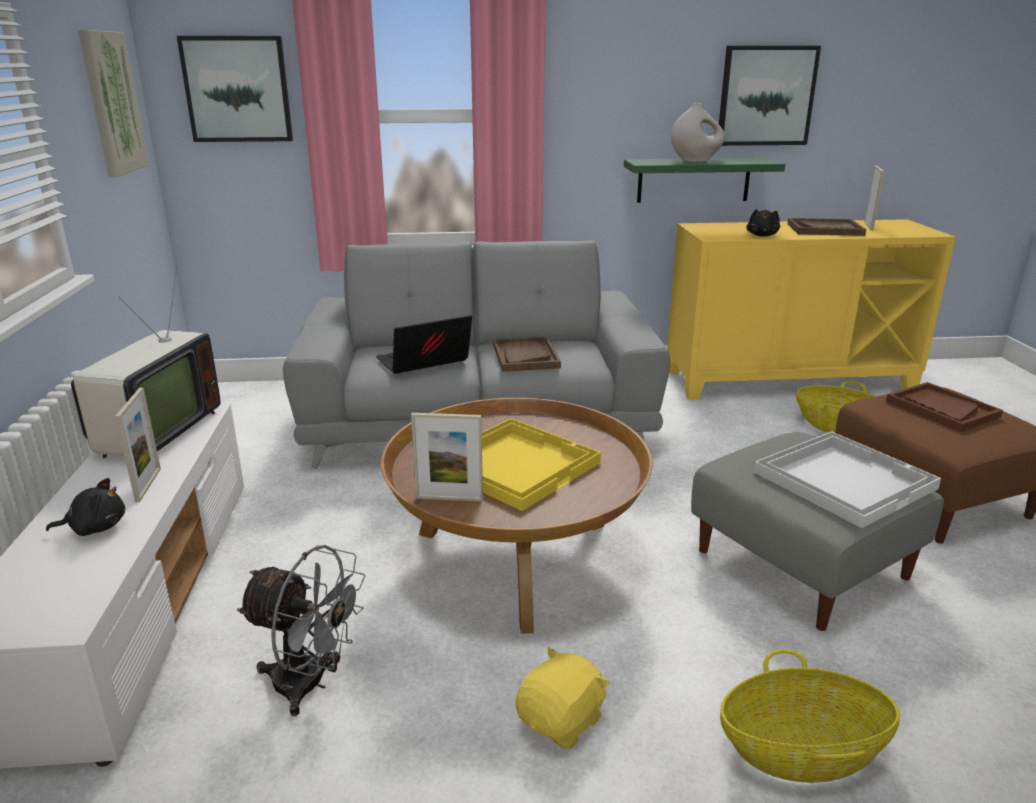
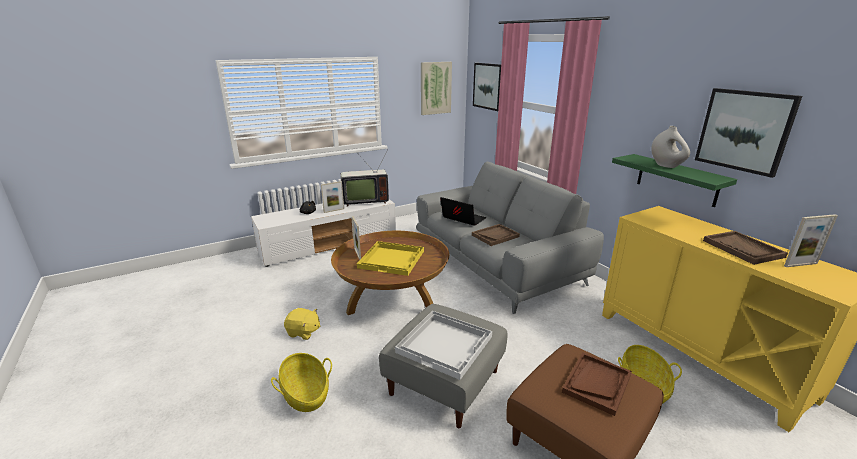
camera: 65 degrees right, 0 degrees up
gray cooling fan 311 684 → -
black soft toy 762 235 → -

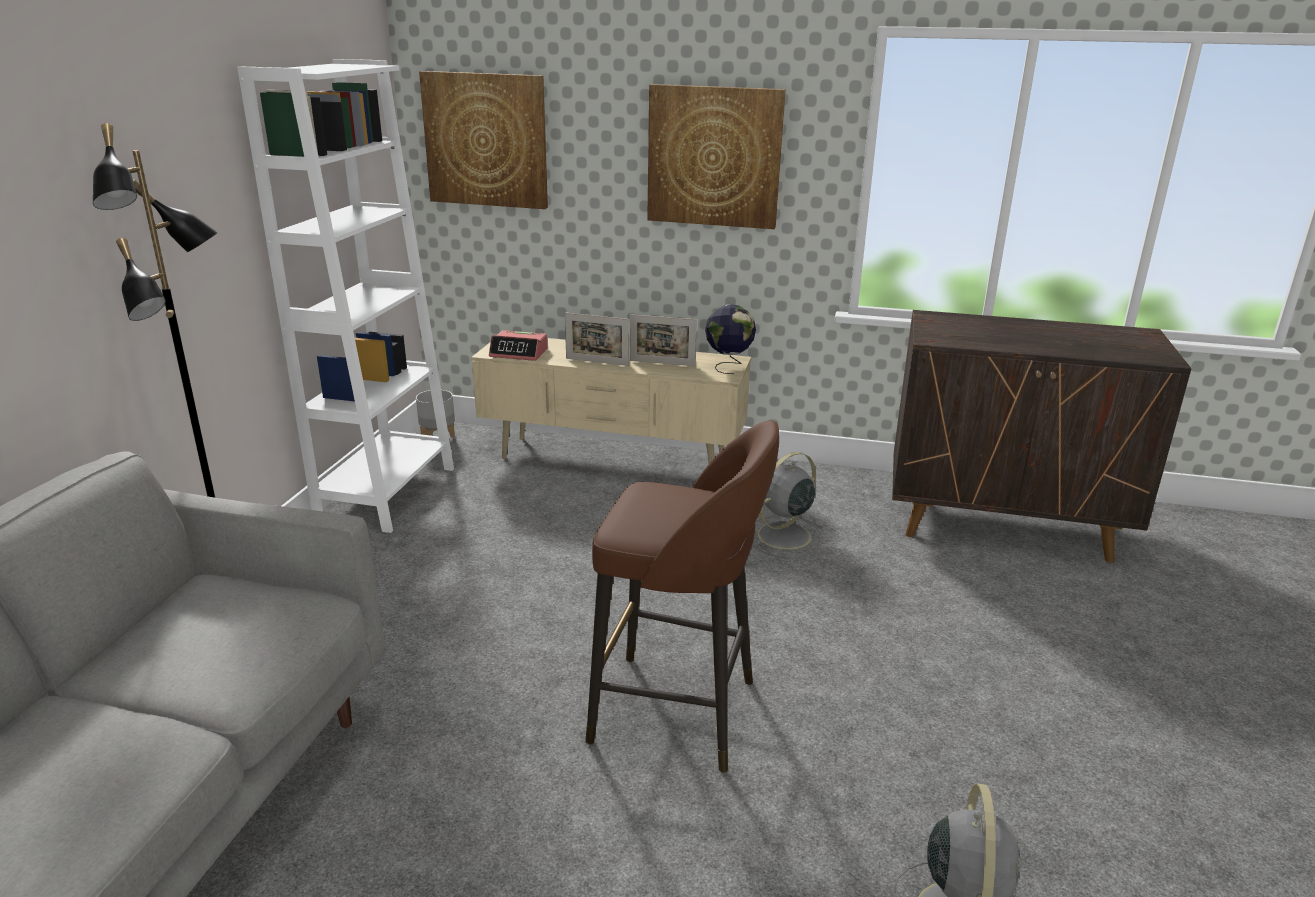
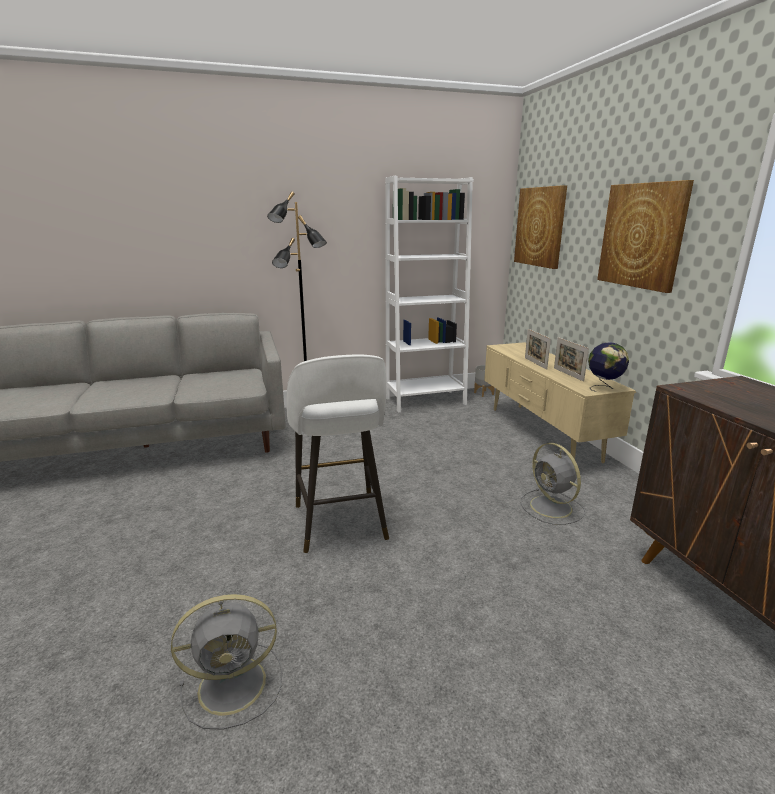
camera: 60 degrees right, 5 degrees down
table clock 519 353 → -
brown stool seat 678 712 → white stool seat 340 524
gray cooling fan 782 536 → gray cooling fan 552 508, 135 degrees counterclockwise

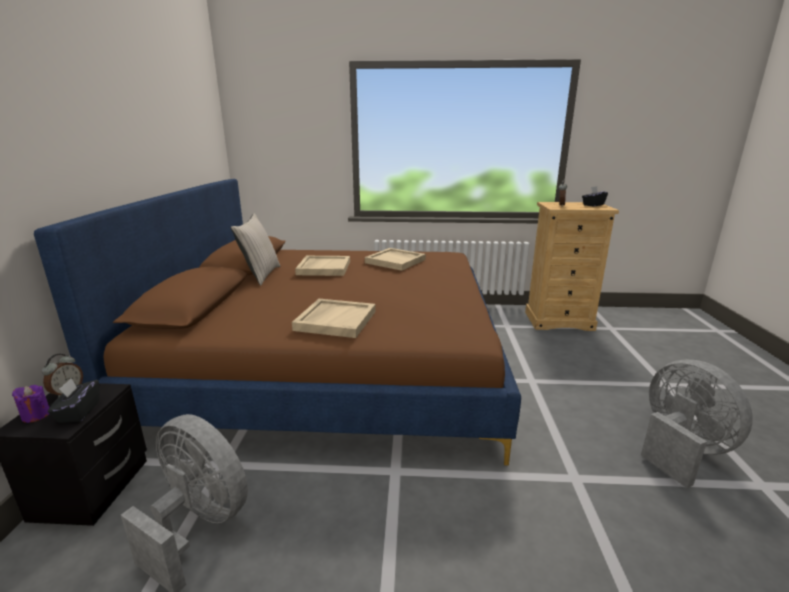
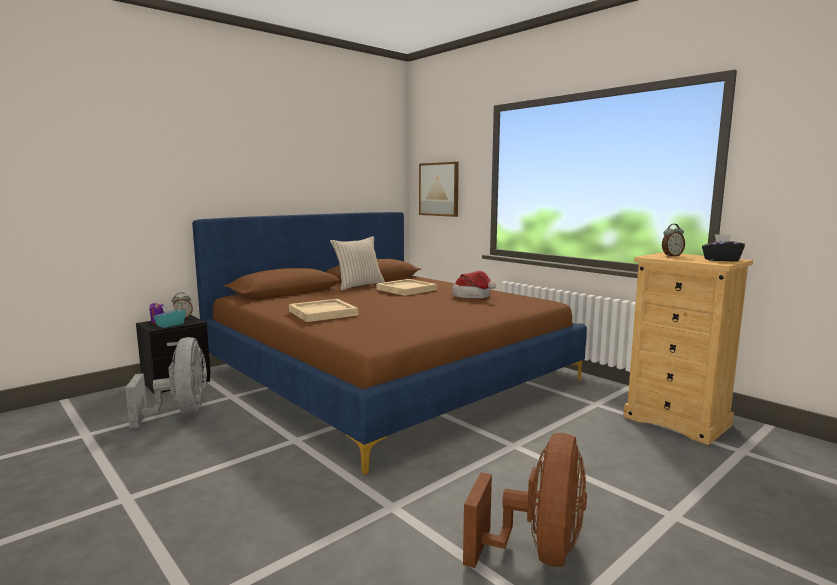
camera: 45 degrees right, 10 degrees down
- → picture 439 189
beige tray 396 261 → clothing hat 473 296
black box of tissues 79 412 → turquoise-coloured box of tissues 170 325
gray cooling fan 680 449 → brown cooling fan 538 552

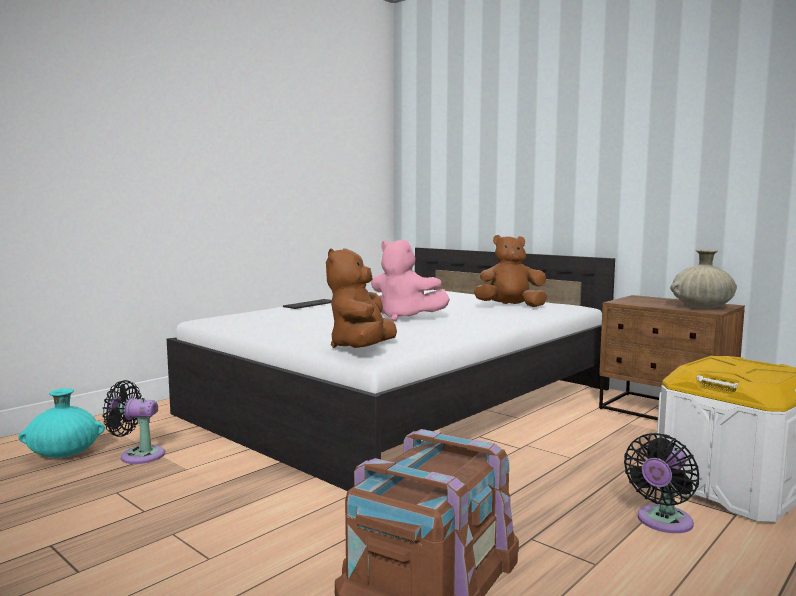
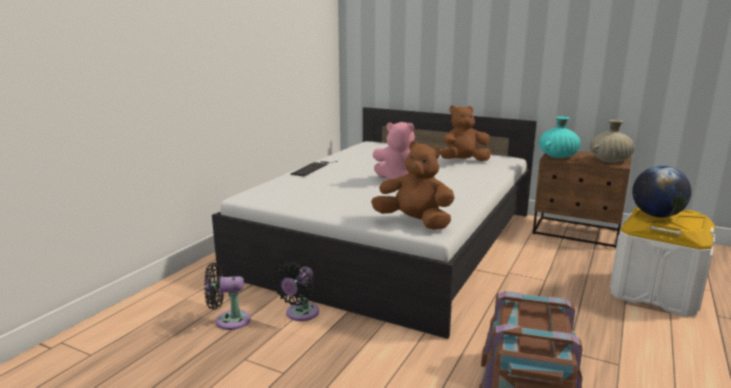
camera: 15 degrees left, 10 degrees up
- → world globe 656 215
turquoise-coloured decorative vase 64 454 → turquoise-coloured decorative vase 557 156, moved
black cooling fan 662 522 → black cooling fan 300 314, moved
brown soft toy 362 349 → brown soft toy 415 222, 120 degrees clockwise

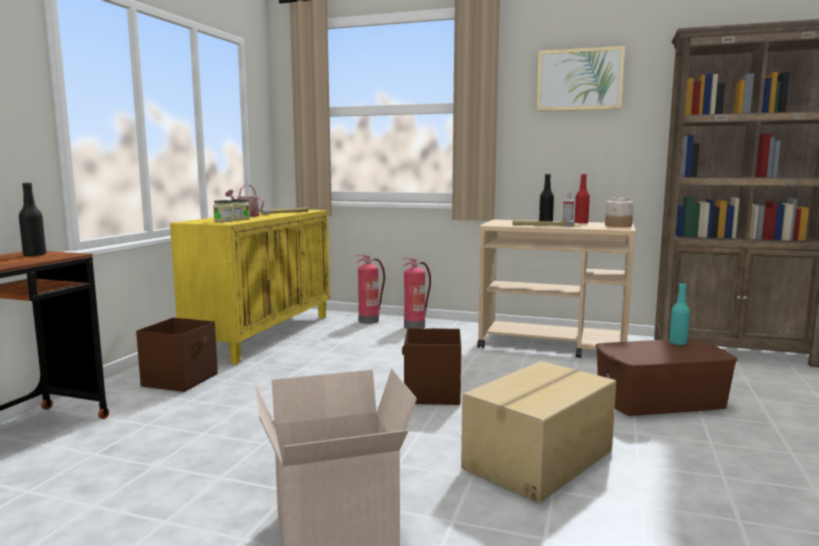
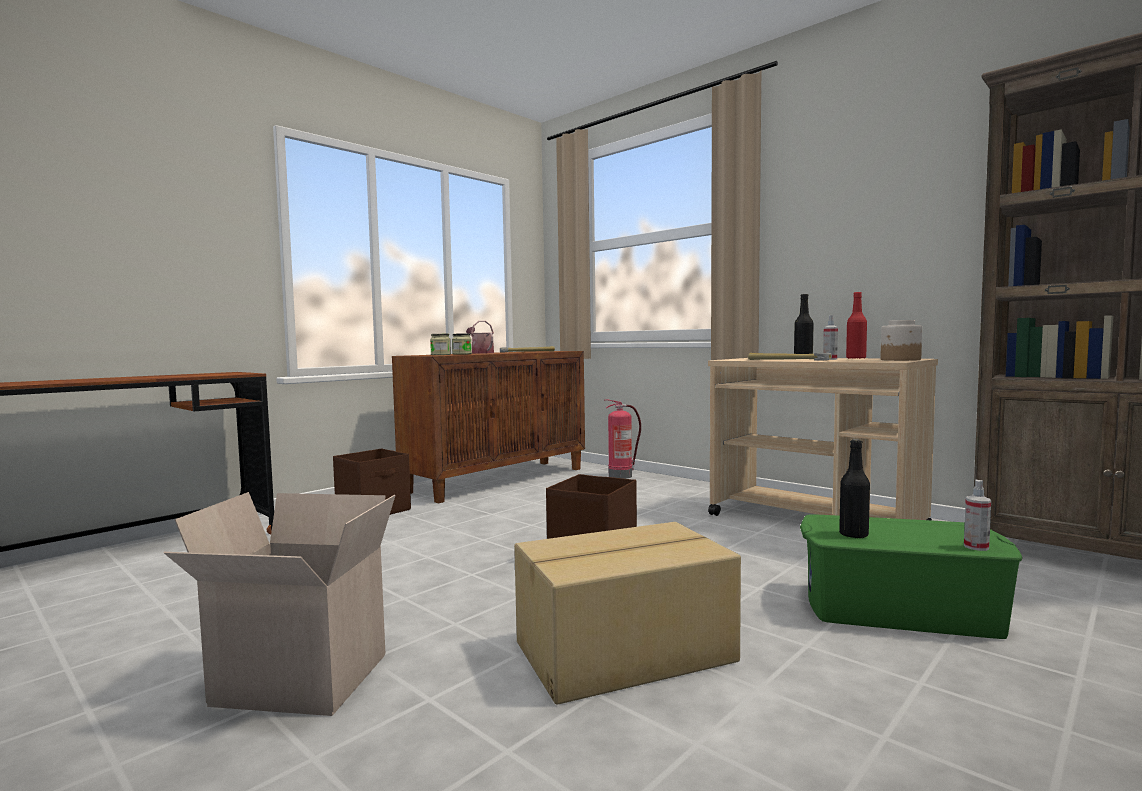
camera: 25 degrees right, 5 degrees down
fire extinguisher 415 326 → -
picture 579 80 → -
turquoise-coloured drink bottle 678 343 → -
- → hand sprayer 976 547
black drink bottle 34 255 → black drink bottle 853 535, moved
yellowish cabinet 263 335 → brown cabinet 498 480
brown storage box 660 400 → greenish storage box 900 610

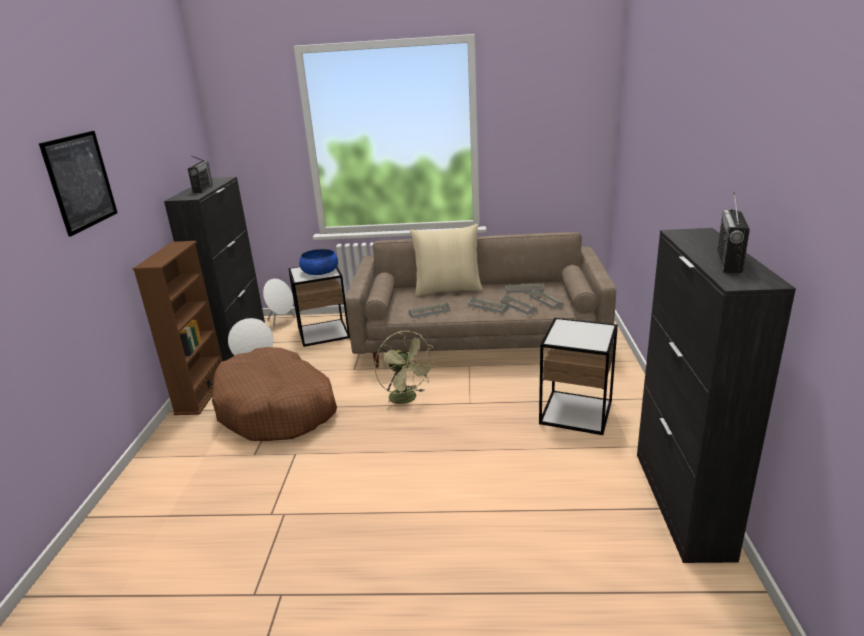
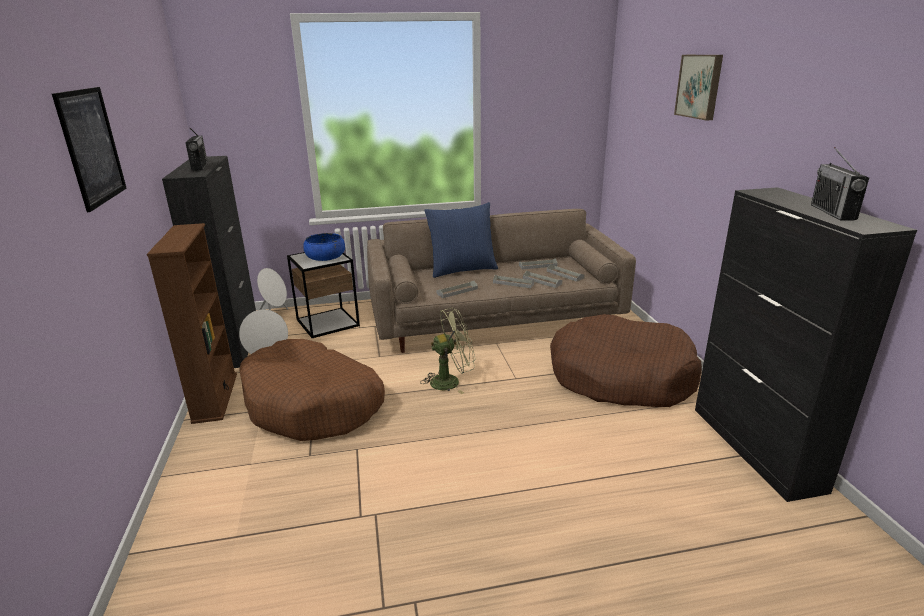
camera: 15 degrees left, 0 degrees up
- → picture 700 86
accent table 576 412 → brown dog cushion 620 377
beige pillow 448 290 → blue-coloured pillow 462 270
greenish cooling fan 407 399 → greenish cooling fan 451 381, 60 degrees counterclockwise

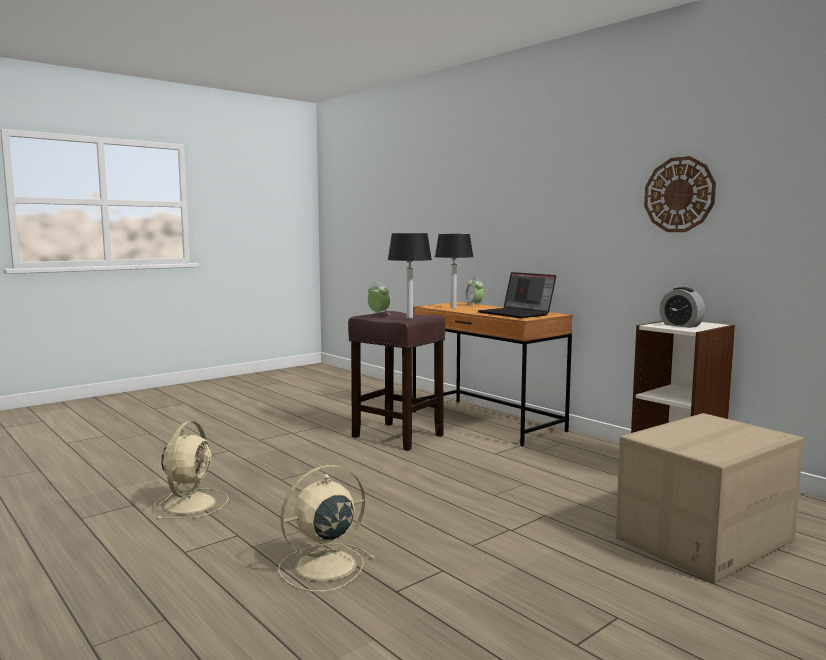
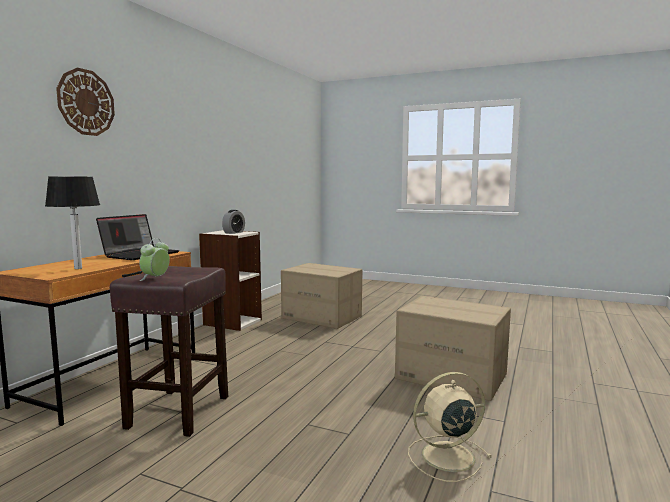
camera: 115 degrees left, 0 degrees up
table lamp 409 318 → -
table clock 474 305 → -
clock on the wall 679 194 → clock on the wall 86 102, moved
beige cooling fan 323 566 → packing box 452 376

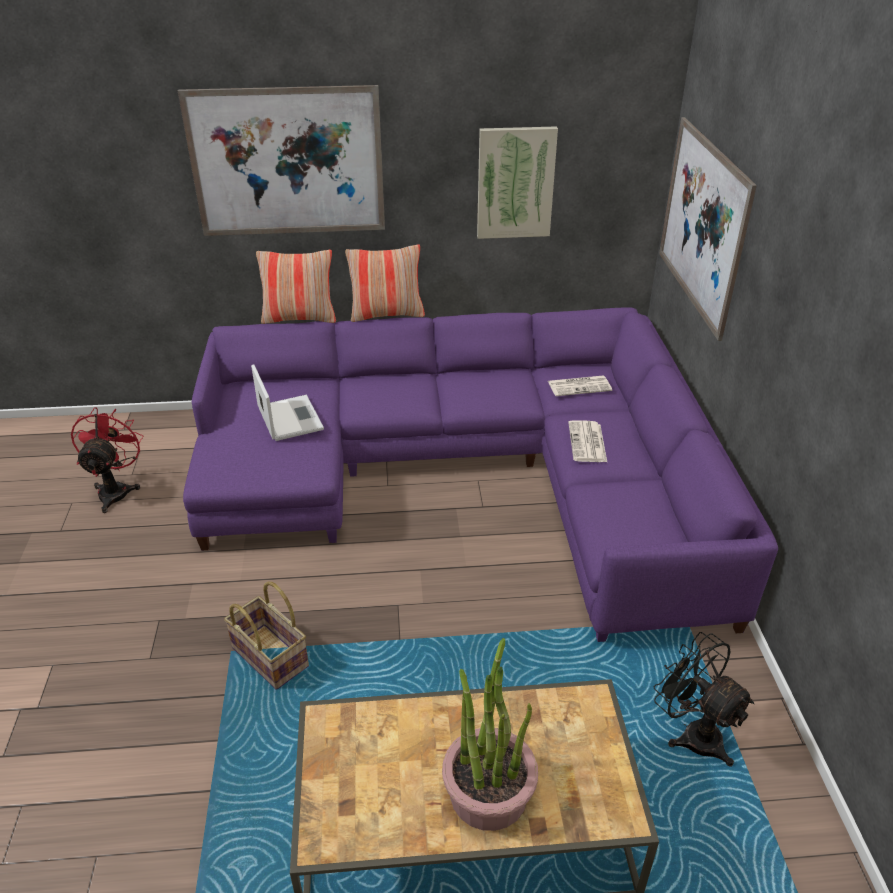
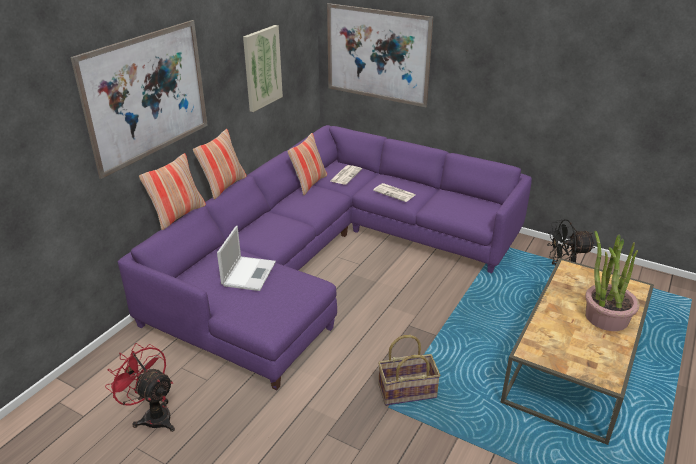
camera: 55 degrees left, 5 degrees down
- → pillow 309 183
portable computer 289 418 → portable computer 249 273, 90 degrees clockwise

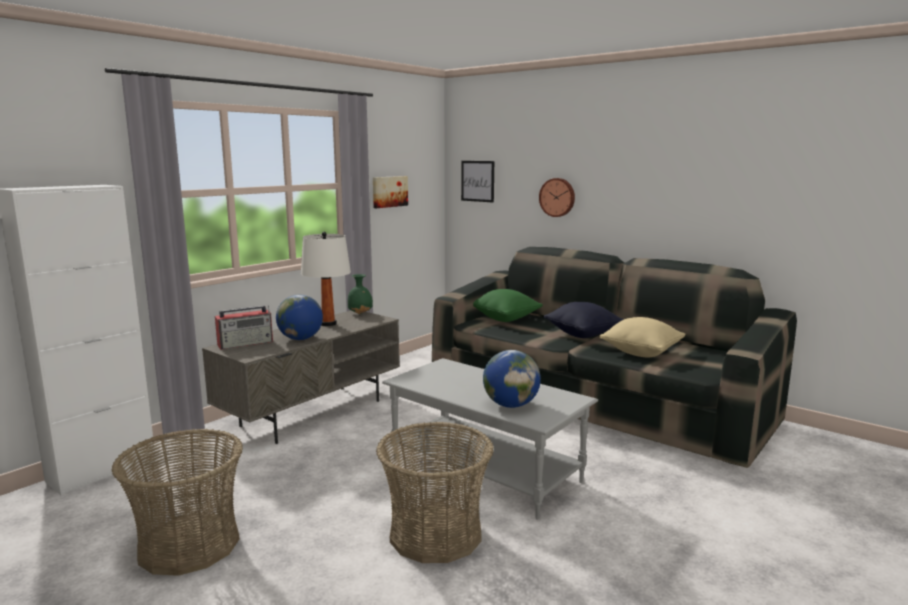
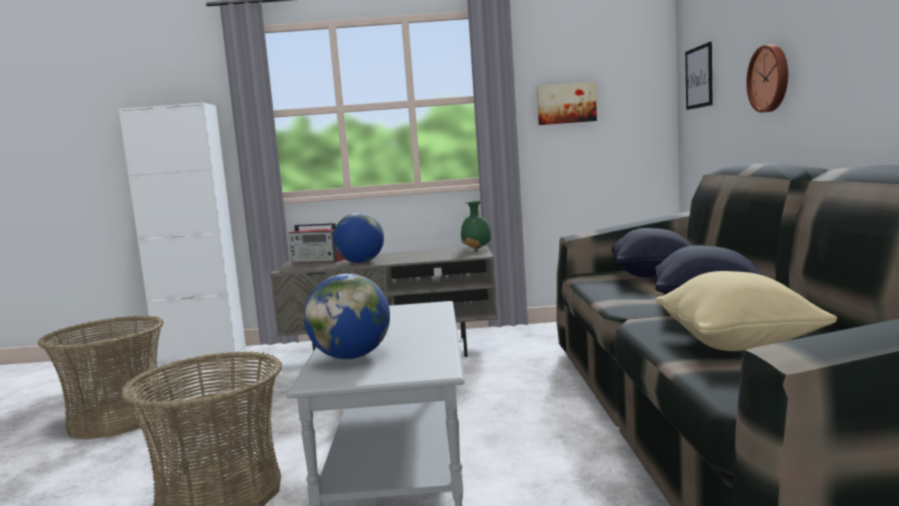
camera: 50 degrees right, 5 degrees down
white table lamp 328 324 → -
greenish pillow 505 319 → black pillow 654 275

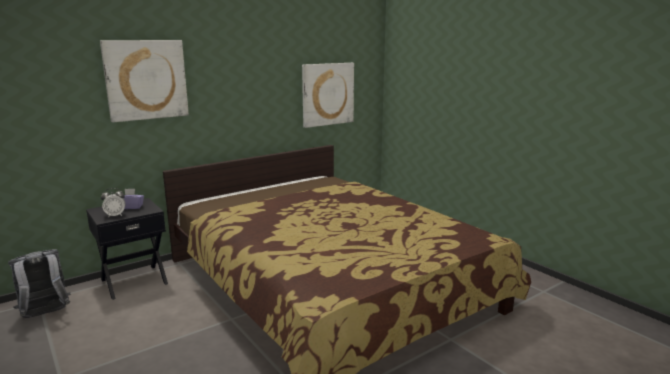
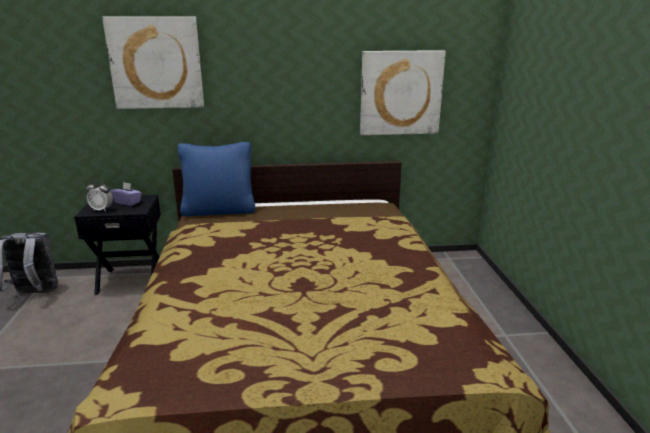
camera: 30 degrees right, 5 degrees up
- → blue-coloured pillow 219 211

